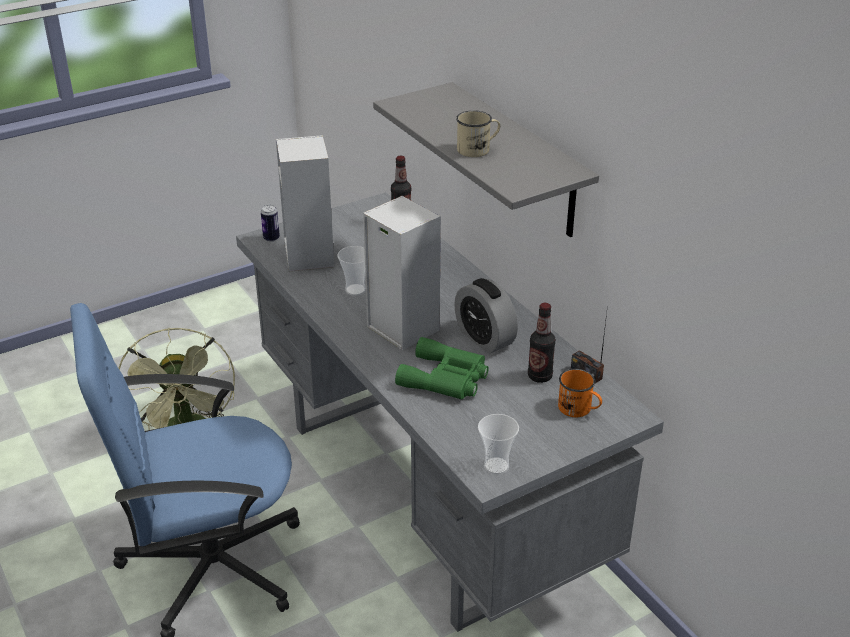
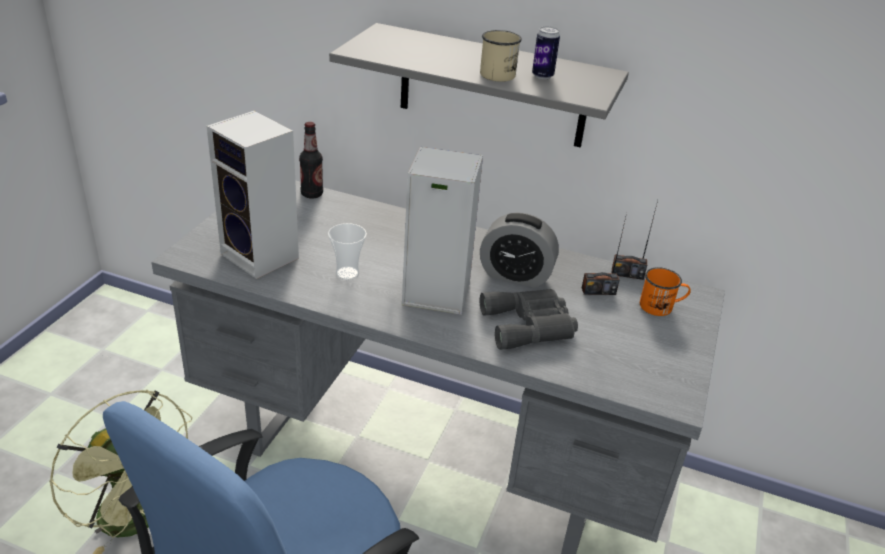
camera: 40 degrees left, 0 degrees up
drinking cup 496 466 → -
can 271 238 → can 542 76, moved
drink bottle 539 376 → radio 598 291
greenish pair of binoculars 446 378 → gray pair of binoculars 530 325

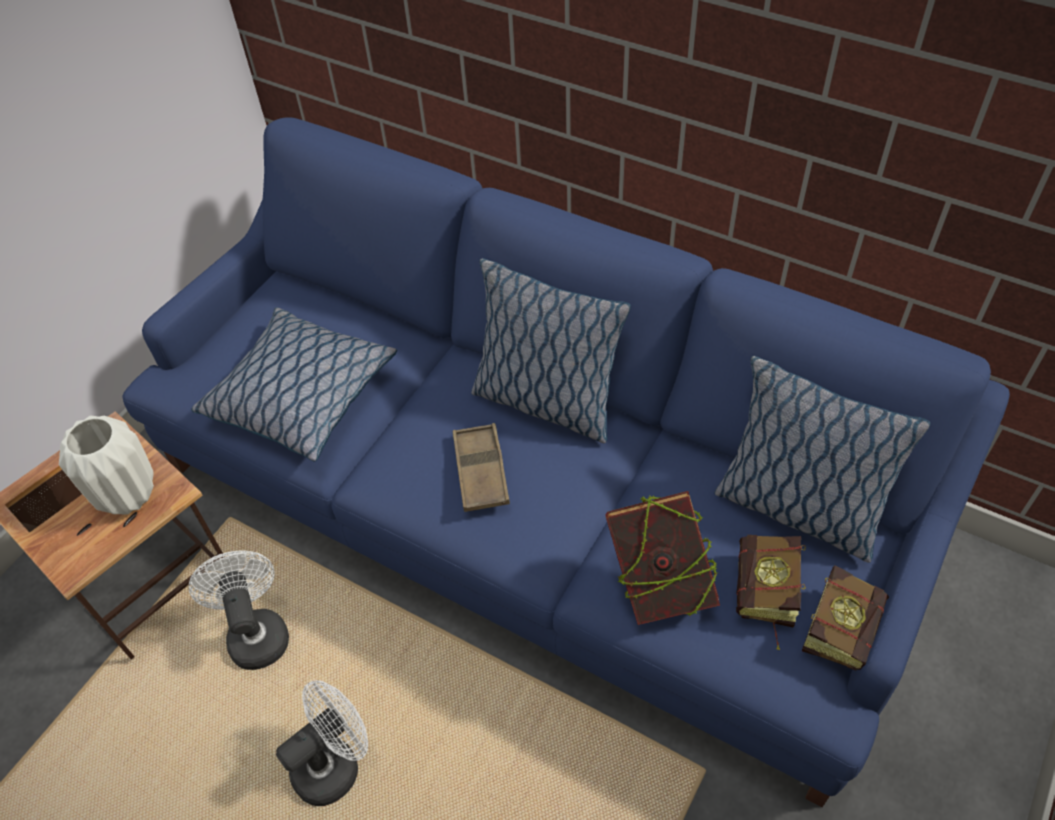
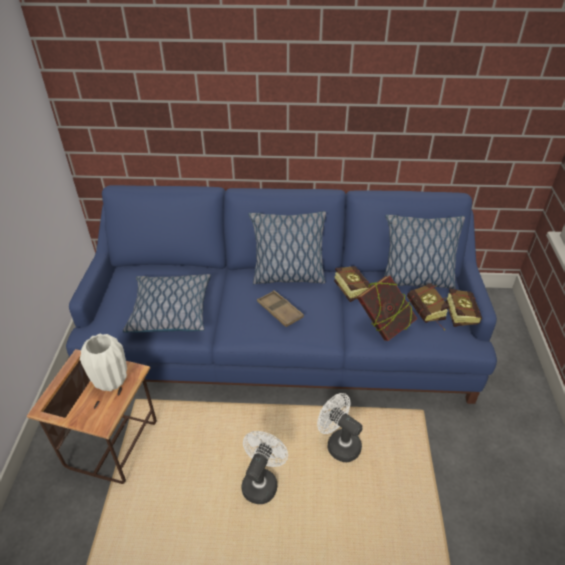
camera: 30 degrees left, 10 degrees down
- → bound book 349 288
white cooling fan 256 632 → white cooling fan 339 444, moved

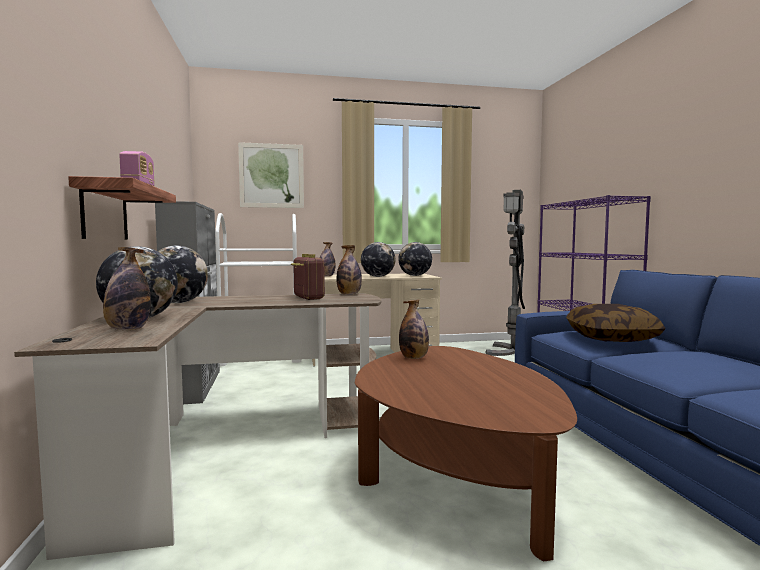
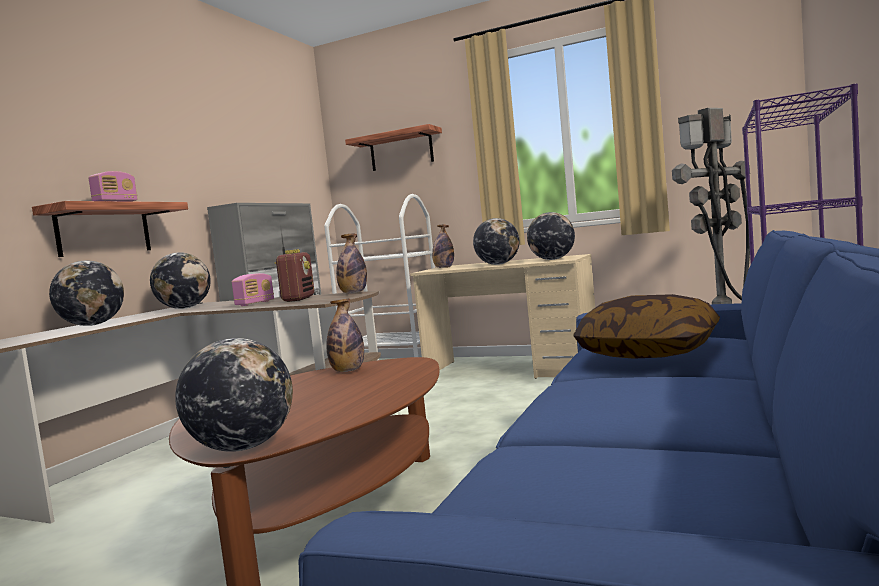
camera: 35 degrees right, 0 degrees up
drink bottle 128 329 → -
- → world globe 242 448
- → radio 255 303
picture 271 176 → shelf 401 150

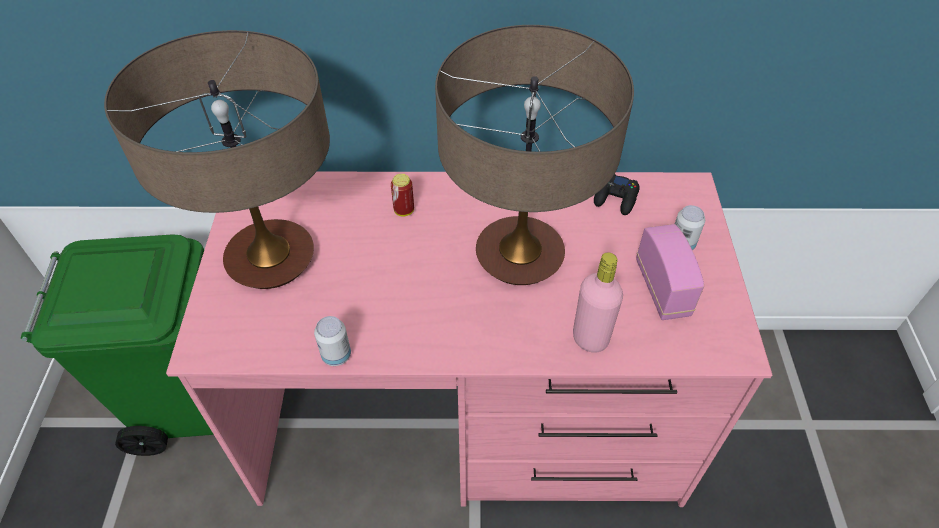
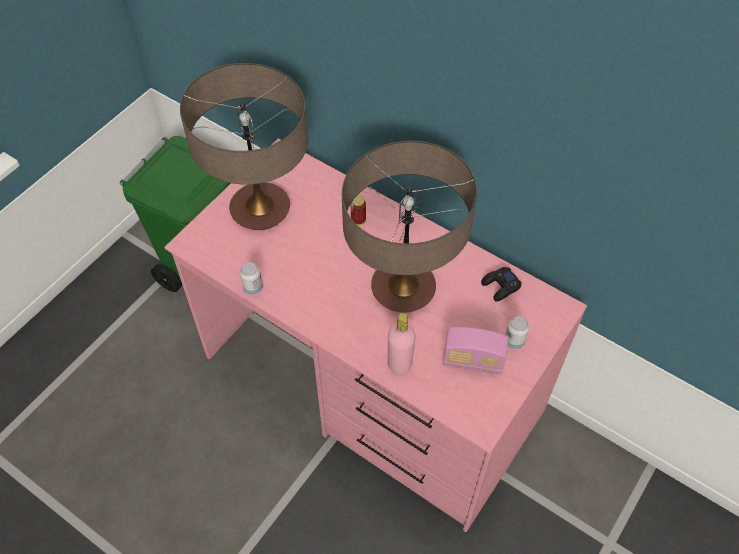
camera: 35 degrees right, 5 degrees up
radio 662 288 → radio 473 361, 75 degrees clockwise

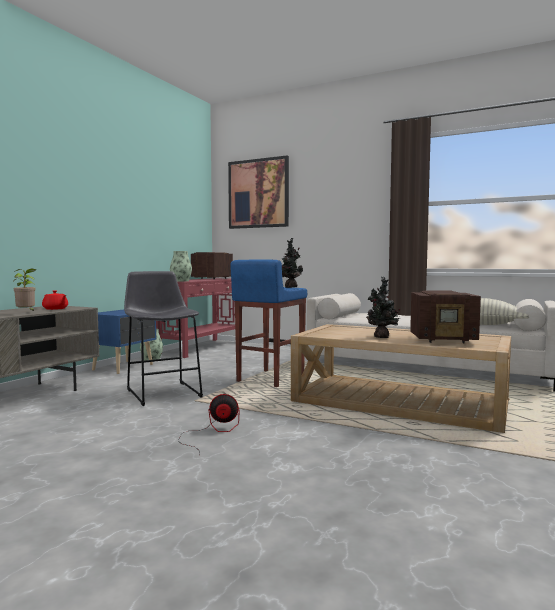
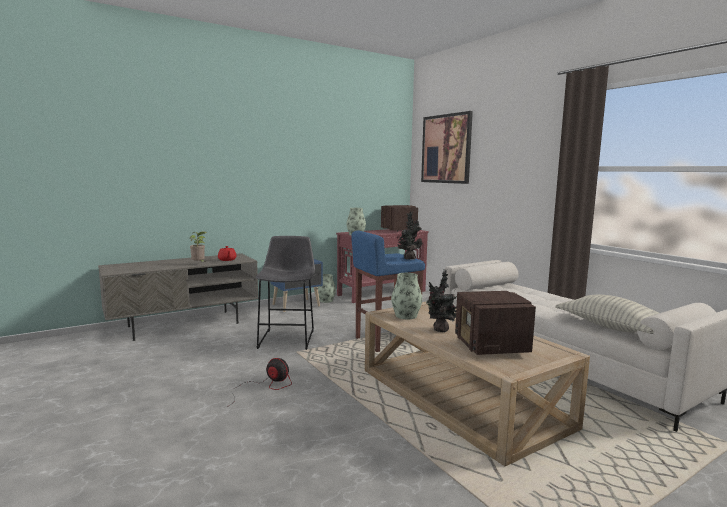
camera: 30 degrees right, 5 degrees up
- → decorative vase 406 316
radio 443 339 → radio 491 347, 45 degrees clockwise

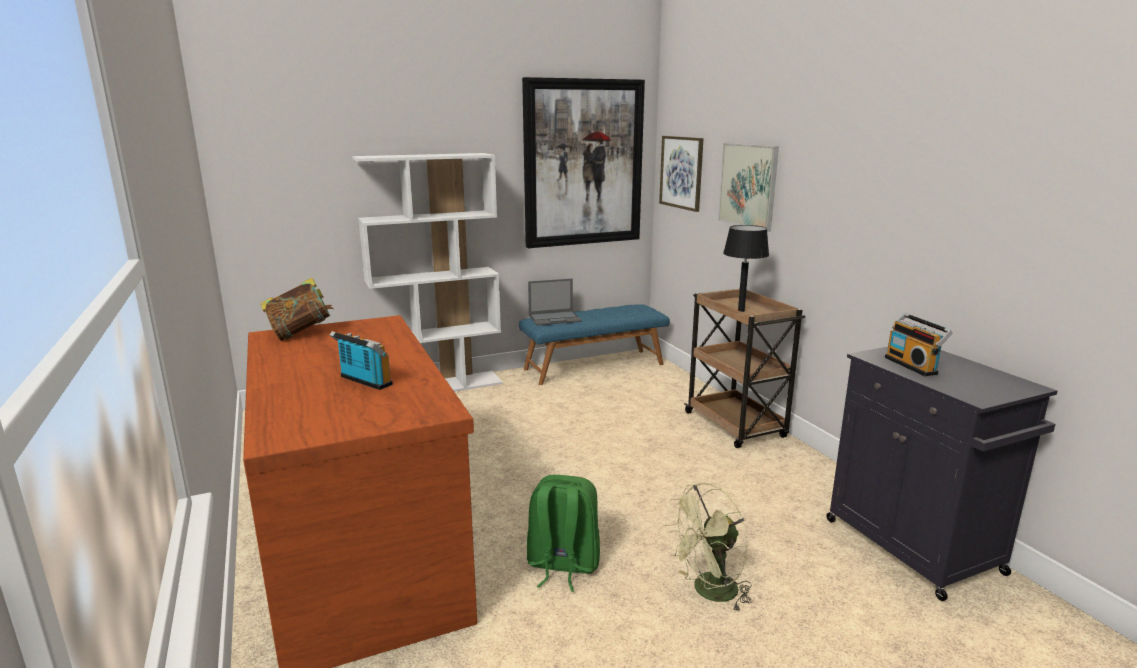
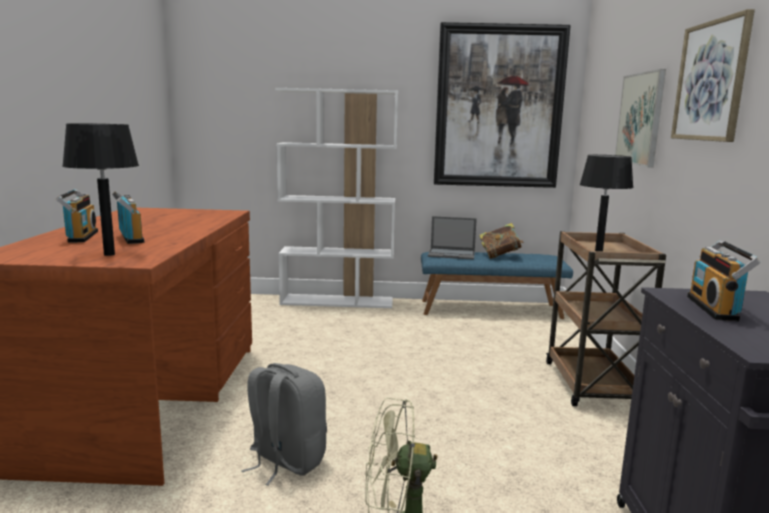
camera: 25 degrees right, 5 degrees down
- → radio 80 237
- → black table lamp 109 254
bound book 300 333 → bound book 500 256, moved
picture 681 172 → picture 711 81, moved
greenish backpack 562 565 → gray backpack 285 461

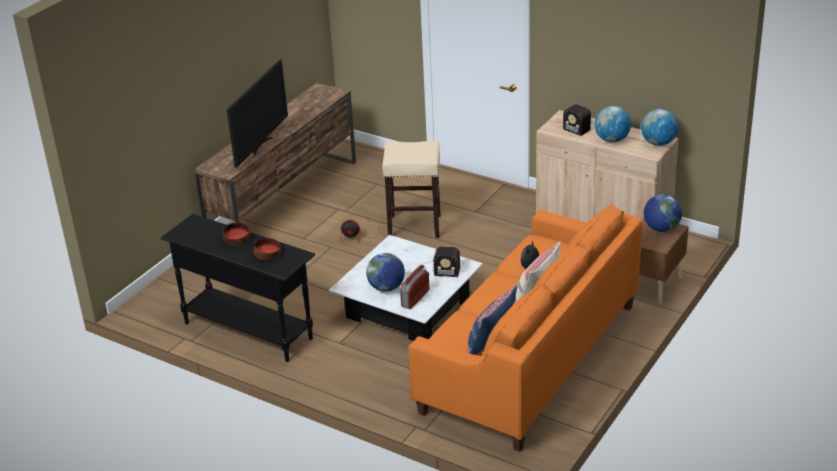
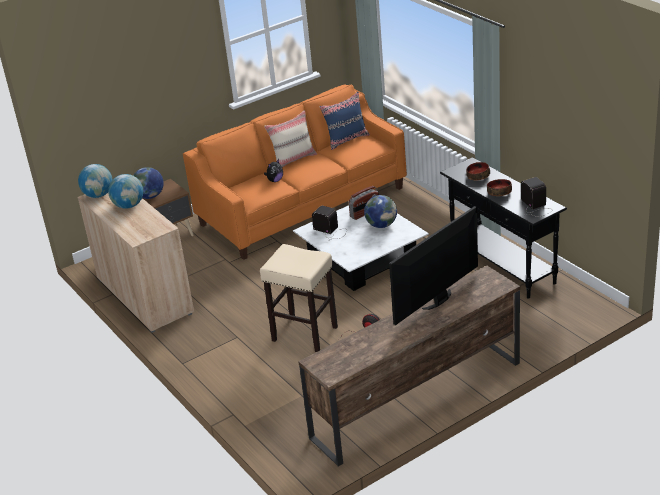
camera: 155 degrees left, 0 degrees up
radio 571 126 → radio 536 206, moved

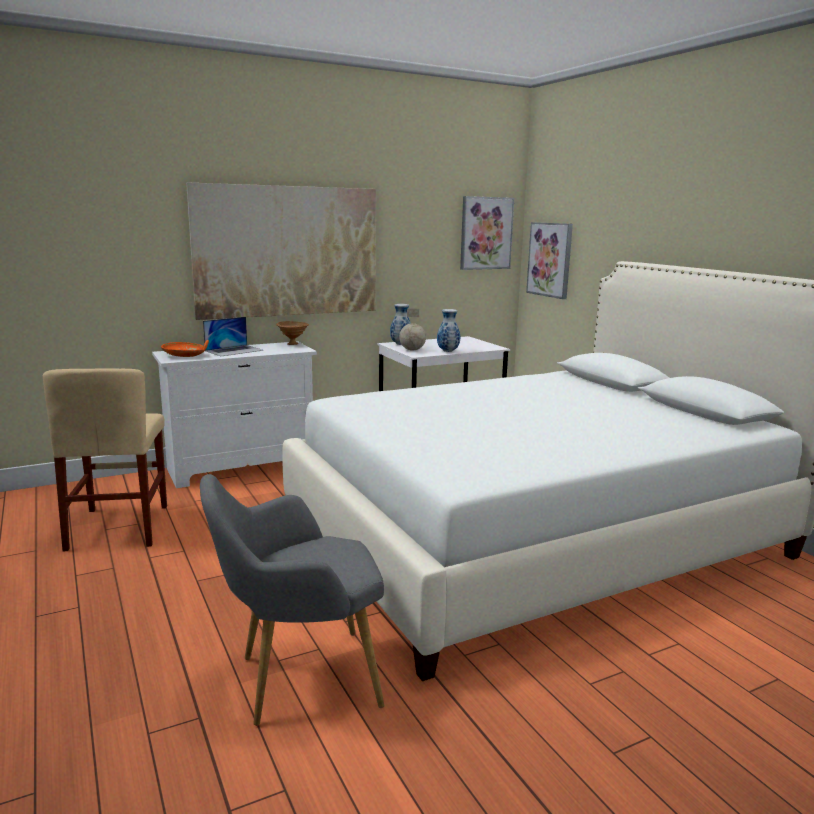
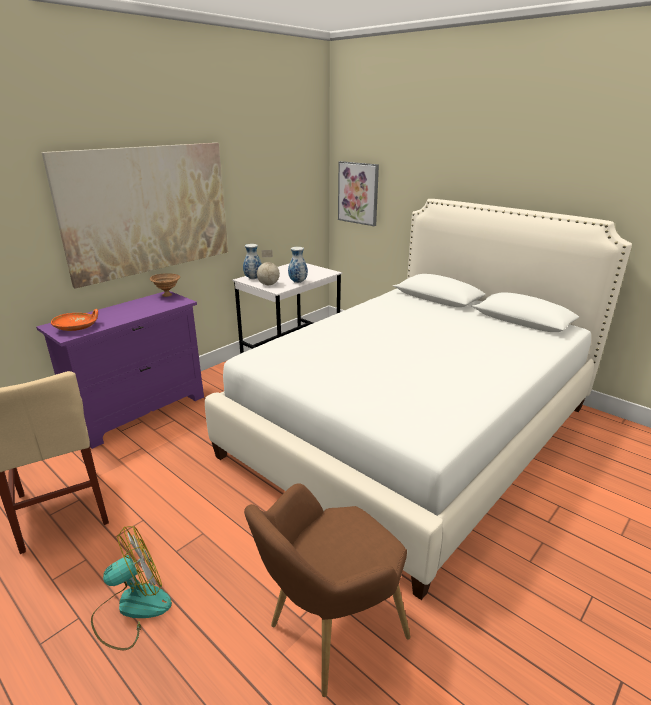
camera: 20 degrees left, 10 degrees up
portable computer 234 350 → -
picture 486 233 → -
- → cooling fan 132 608
white dresser 242 468 → purple dresser 140 411
gray easy chair 298 680 → brown easy chair 329 633

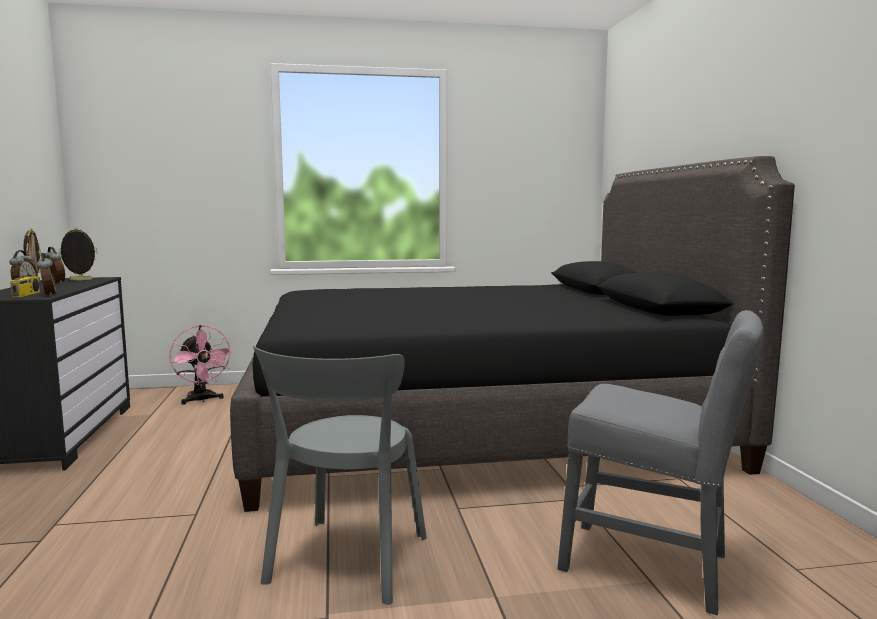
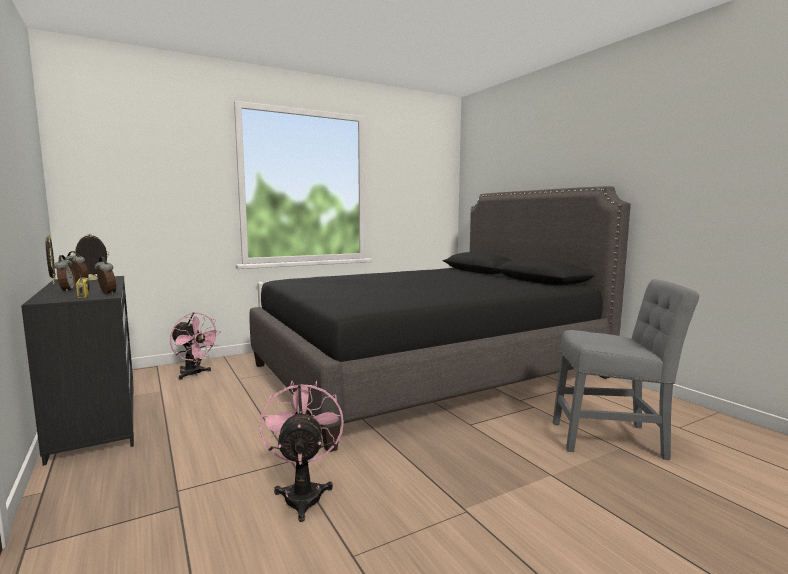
camera: 20 degrees left, 0 degrees up
gray plain chair 345 563 → -
- → pink cooling fan 303 493

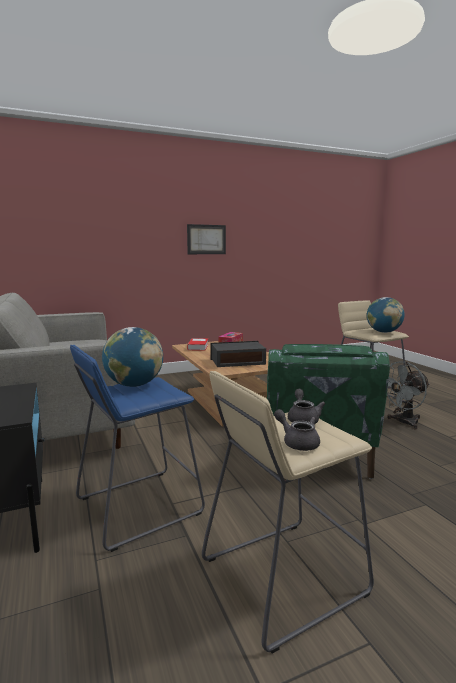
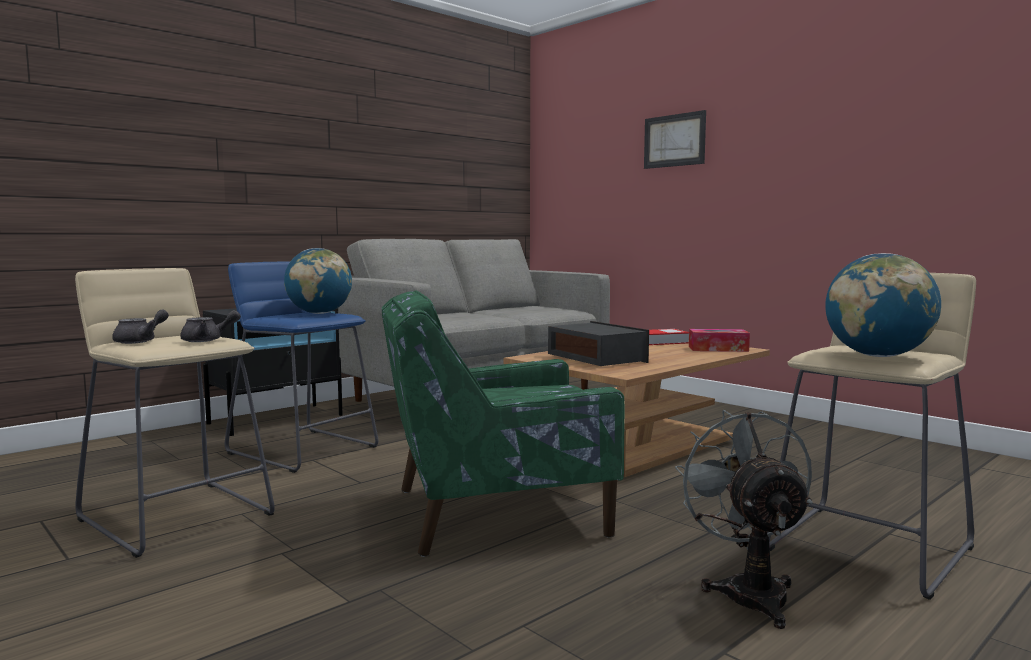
camera: 70 degrees right, 5 degrees down
picture 206 239 → picture 674 140, moved
gray cooling fan 403 422 → gray cooling fan 748 591, 45 degrees clockwise

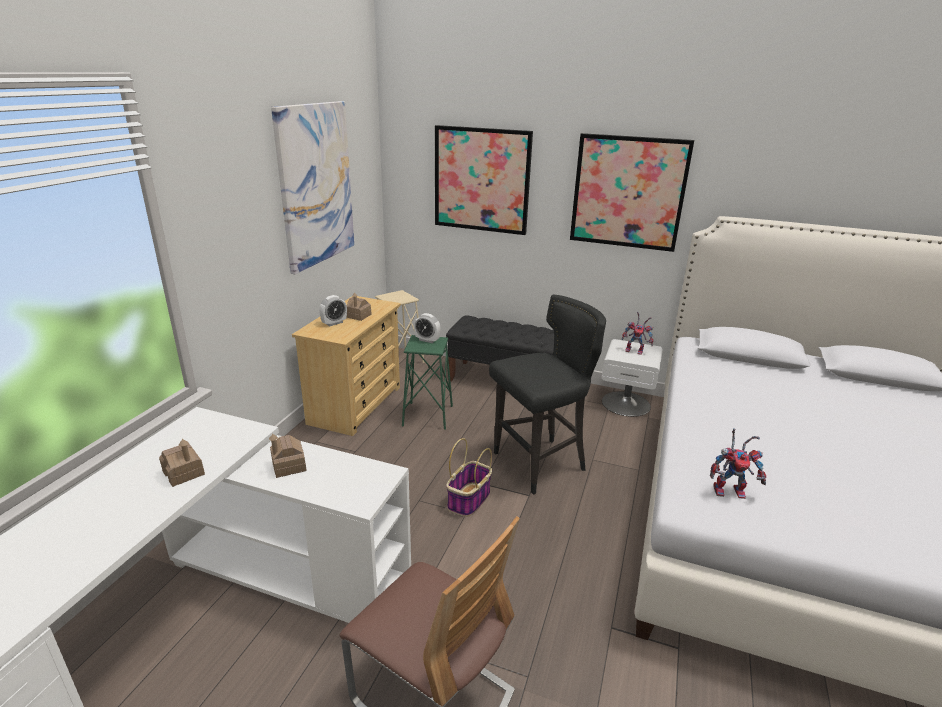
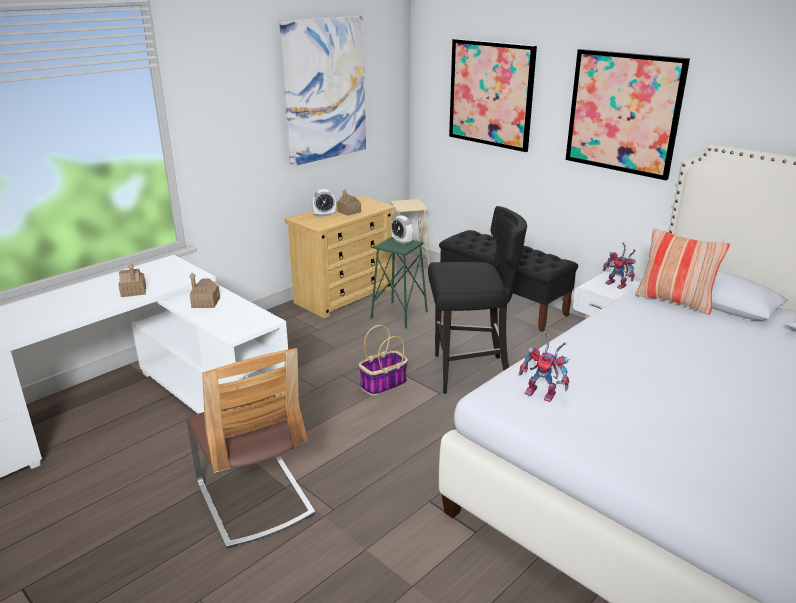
camera: 25 degrees right, 0 degrees up
- → pillow 674 301

